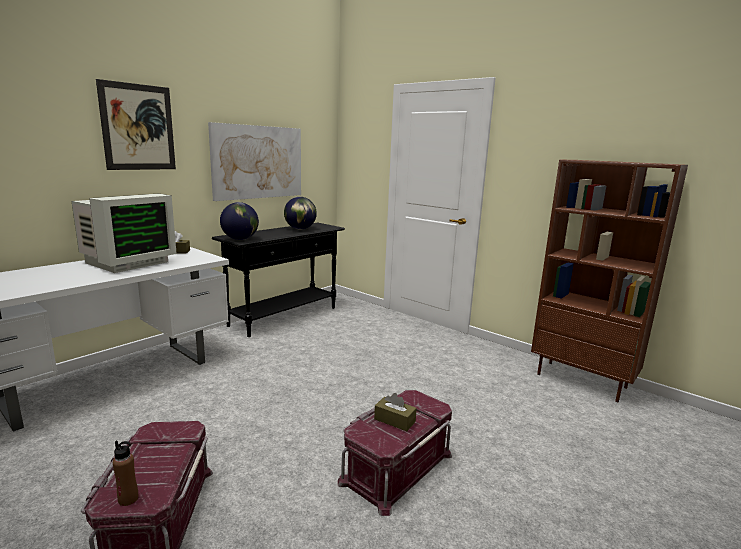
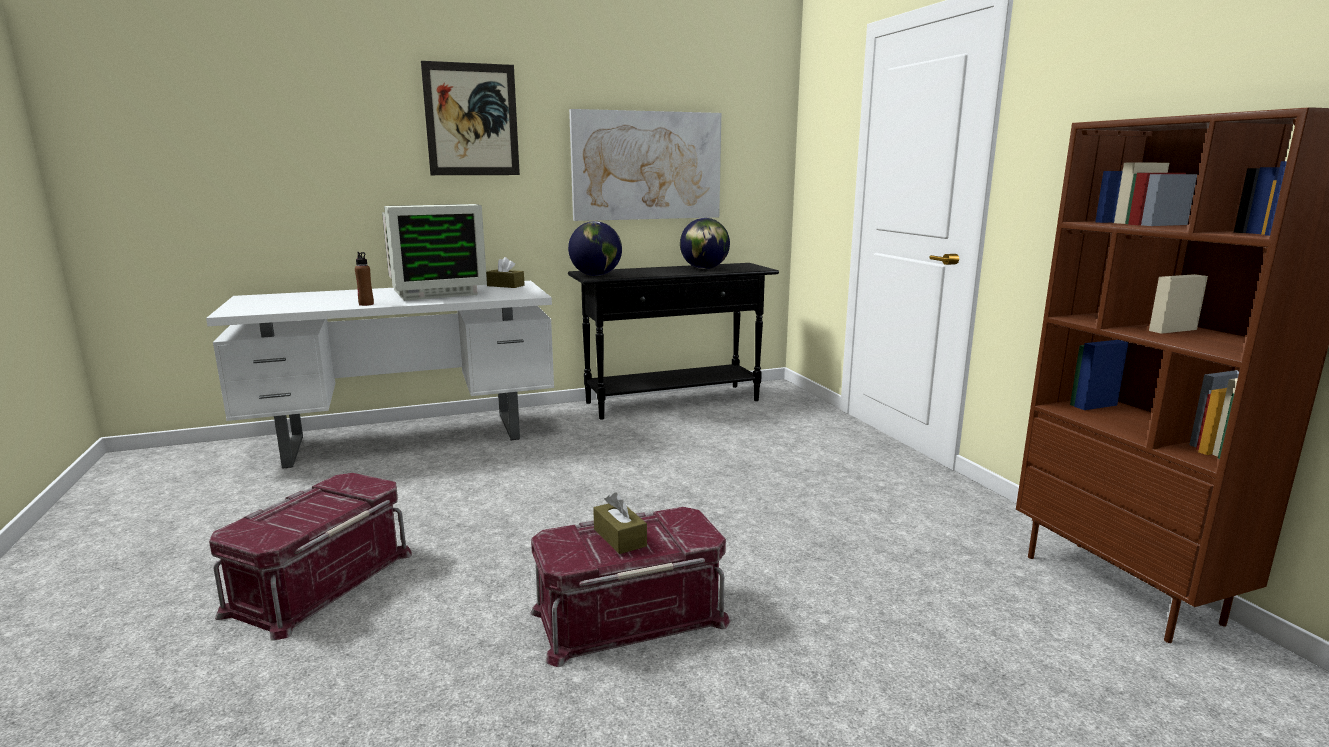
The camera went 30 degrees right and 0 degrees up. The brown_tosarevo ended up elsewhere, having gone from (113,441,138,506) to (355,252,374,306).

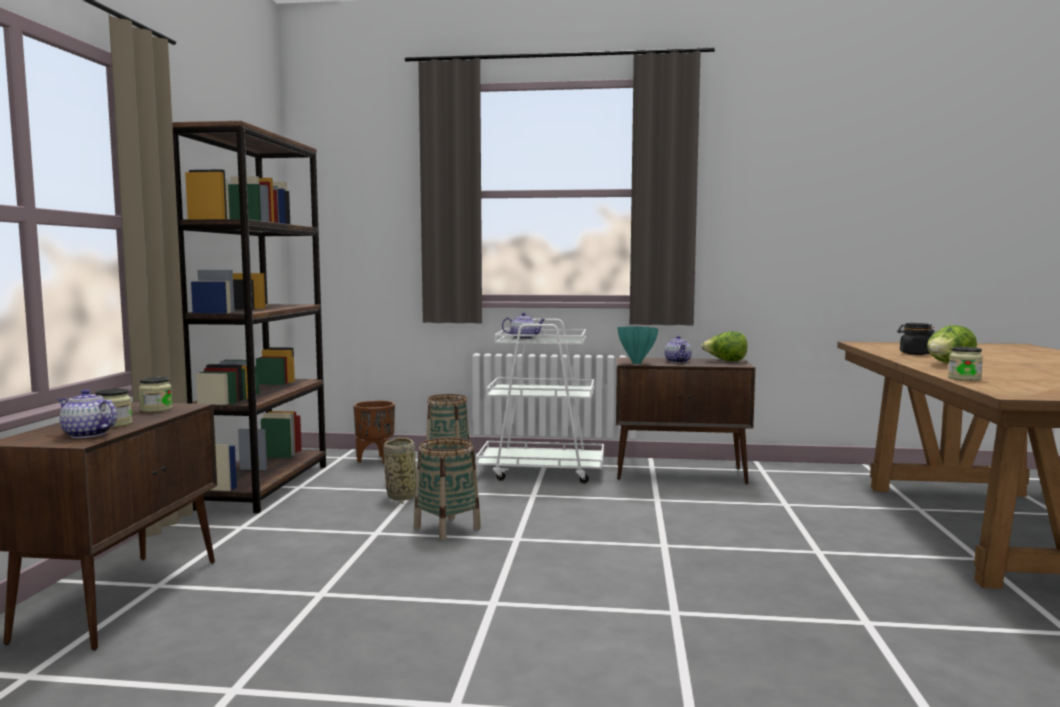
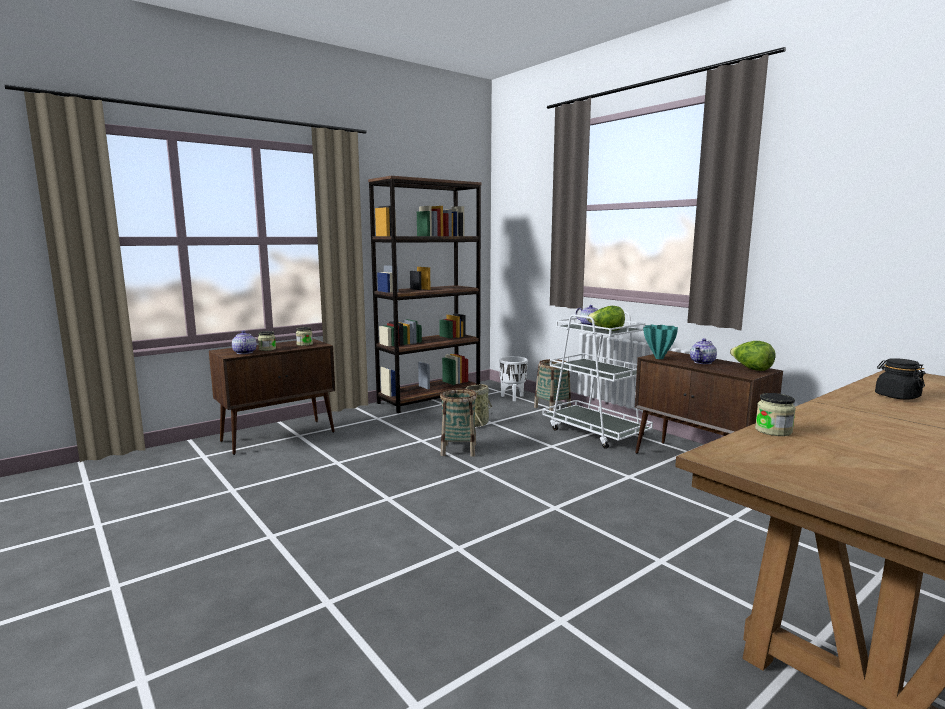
The camera went 45 degrees right and 5 degrees up. What was the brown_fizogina at (353,400,395,463) turned into the white_fizogina at (499,356,528,401). The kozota ended up elsewhere, having gone from (927,325,977,363) to (587,306,625,331).

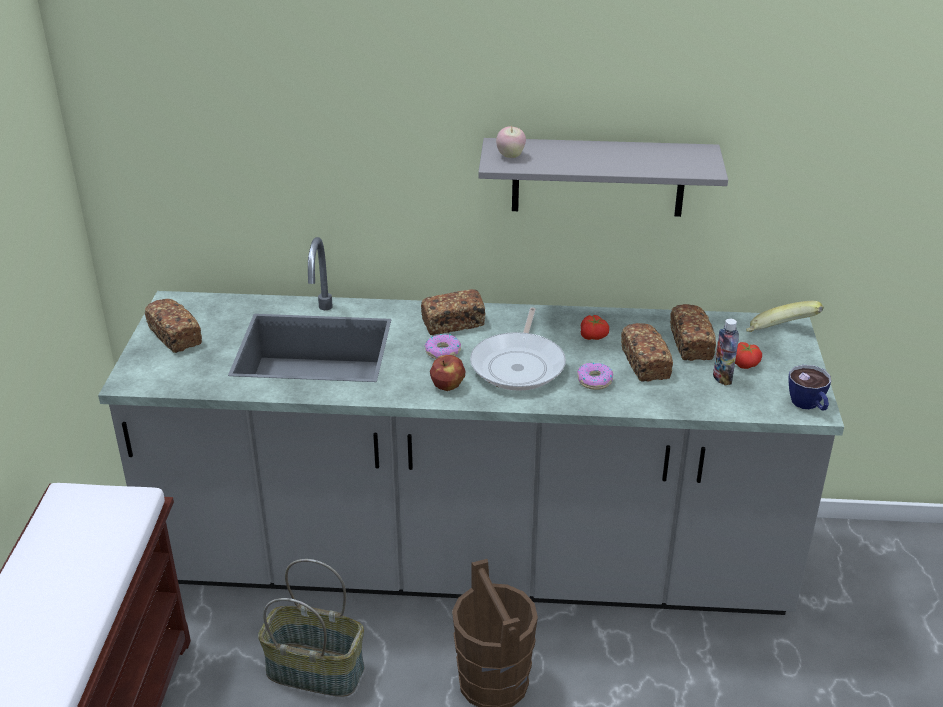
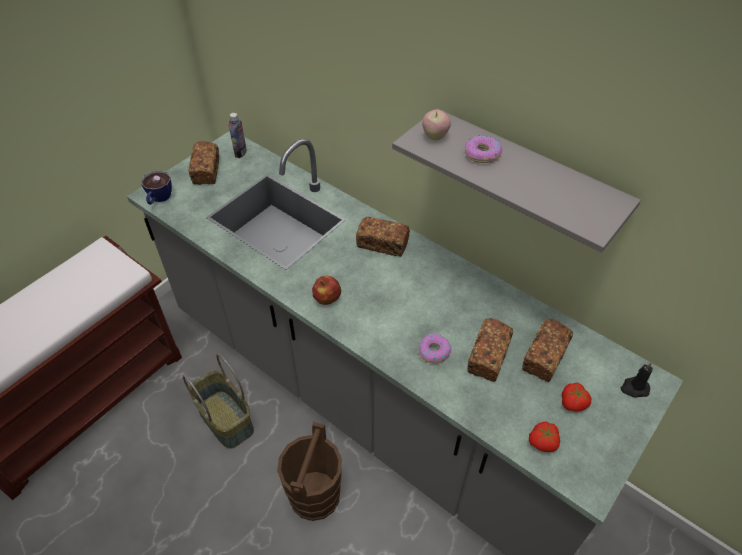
The camera went 35 degrees right and 15 degrees up. The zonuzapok ended up elsewhere, having gone from (425,334,461,359) to (465,135,502,163). The second view lost the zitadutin at (470,307,566,391). The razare ended up elsewhere, having gone from (581,315,609,340) to (529,422,560,452). The tosarevo ended up elsewhere, having gone from (713,319,739,386) to (229,113,247,158). Where the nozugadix stood at (746,301,823,332), the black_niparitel came to stand at (621,363,653,398). The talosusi ended up elsewhere, having gone from (789,365,831,411) to (141,170,172,205).

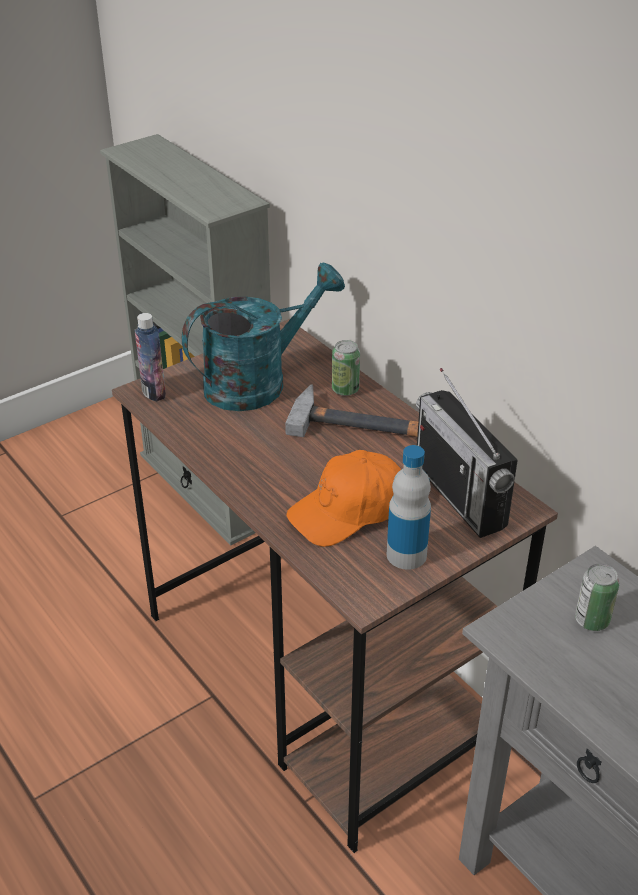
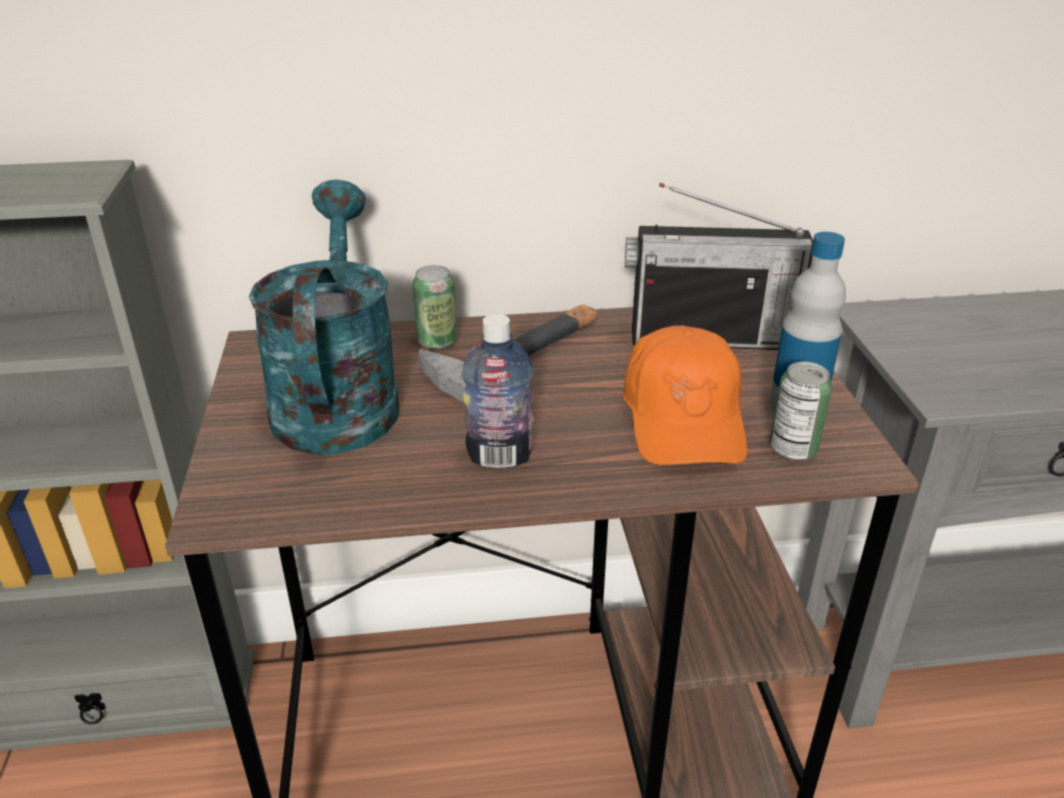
The camera went 60 degrees left and 5 degrees down. The tosarevo ended up elsewhere, having gone from (134,313,166,401) to (462,314,534,468). The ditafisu ended up elsewhere, having gone from (575,564,619,631) to (770,362,832,460).

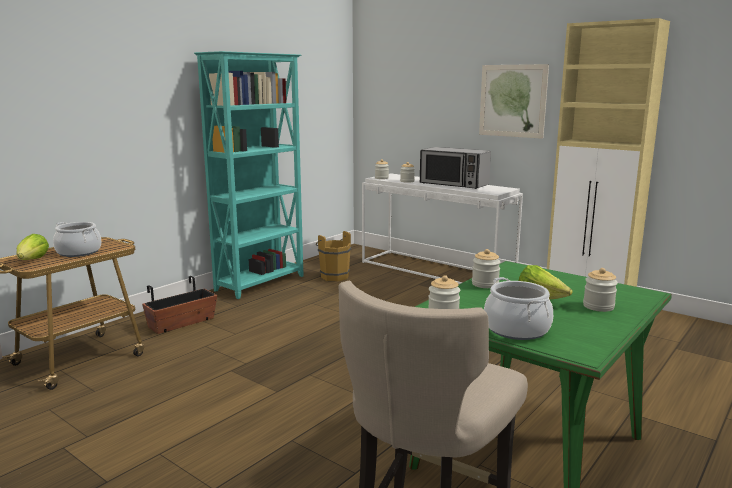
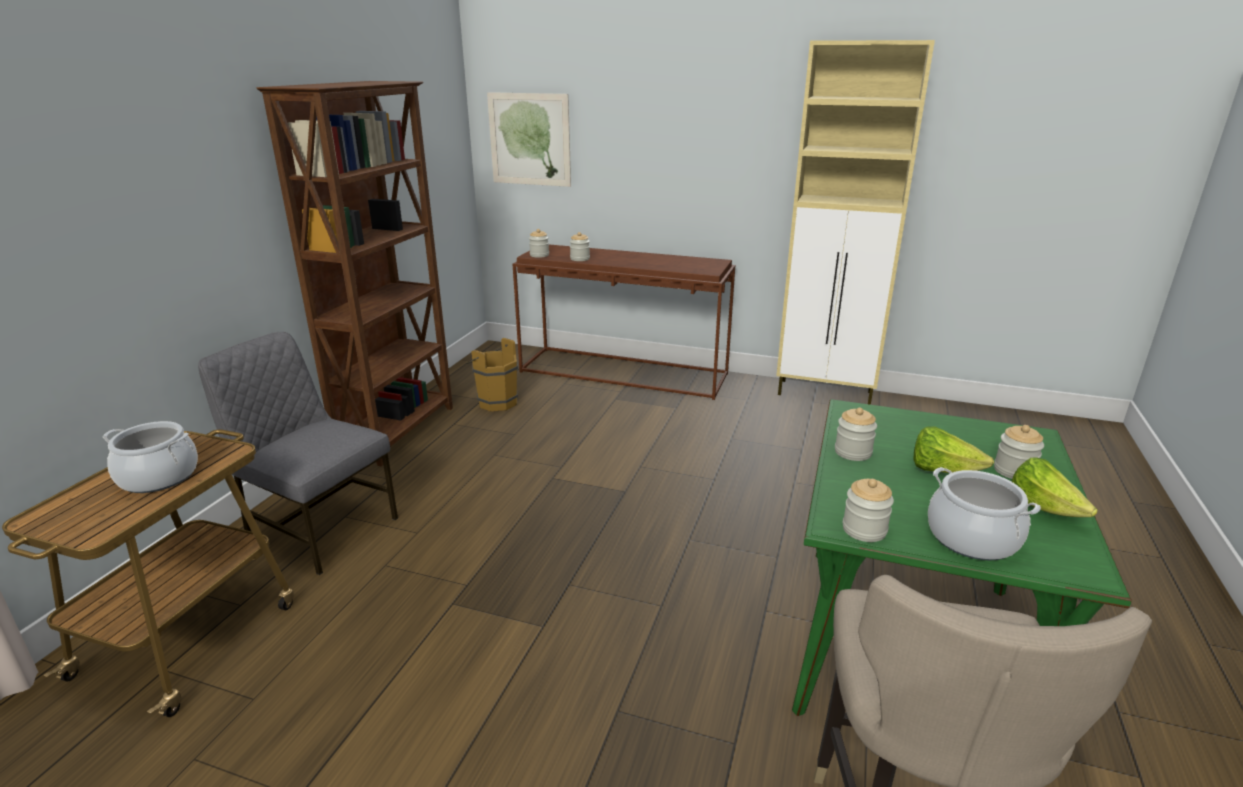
The camera went 20 degrees left and 10 degrees up. The kozota ended up elsewhere, having gone from (16,234,49,260) to (1011,457,1098,517). Where the fizogina stood at (142,276,217,334), the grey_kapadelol came to stand at (198,332,398,575). What was the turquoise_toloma at (194,51,304,299) turned into the brown_toloma at (257,81,453,466). What was the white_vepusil at (362,173,523,284) turned into the brown_vepusil at (513,245,735,400). The second view lost the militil at (420,147,491,189). The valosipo ended up elsewhere, having gone from (479,64,549,139) to (487,92,571,187).

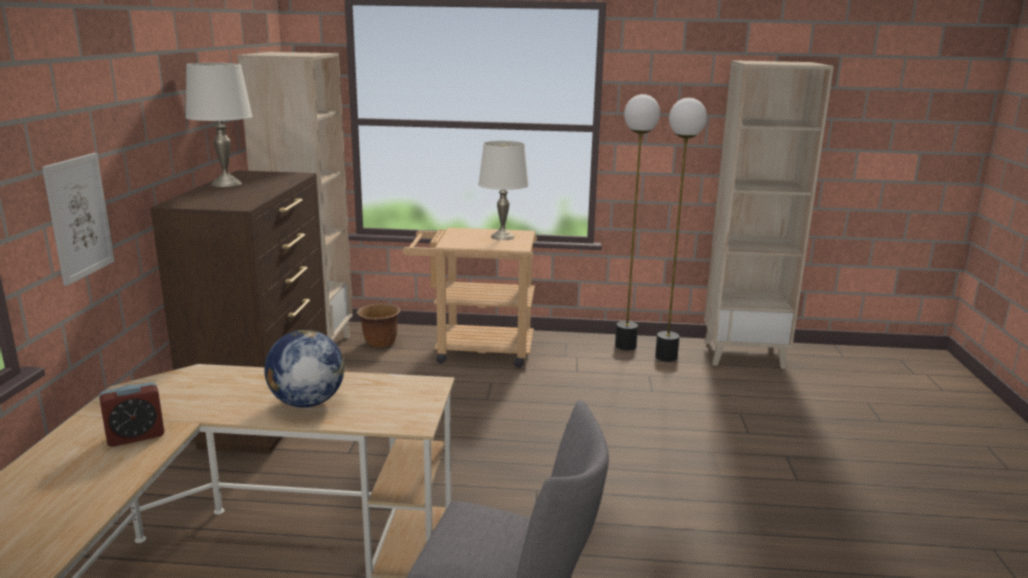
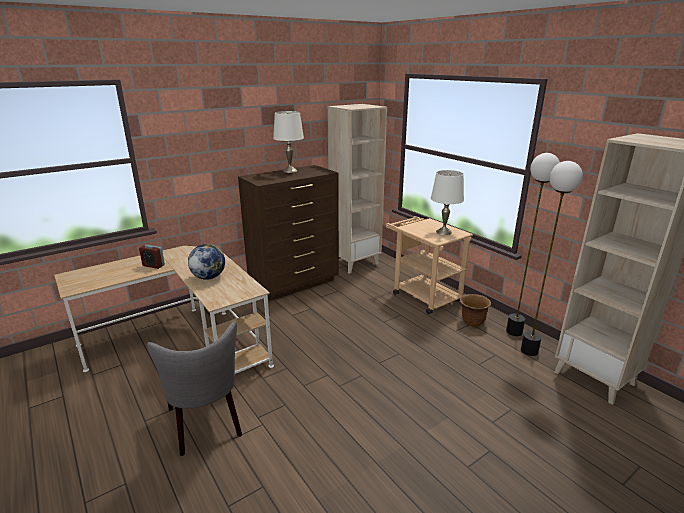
The camera went 50 degrees right and 5 degrees up. The second view lost the valosipo at (42,153,114,286). The brown_fizogina ended up elsewhere, having gone from (357,303,401,348) to (460,294,491,327).

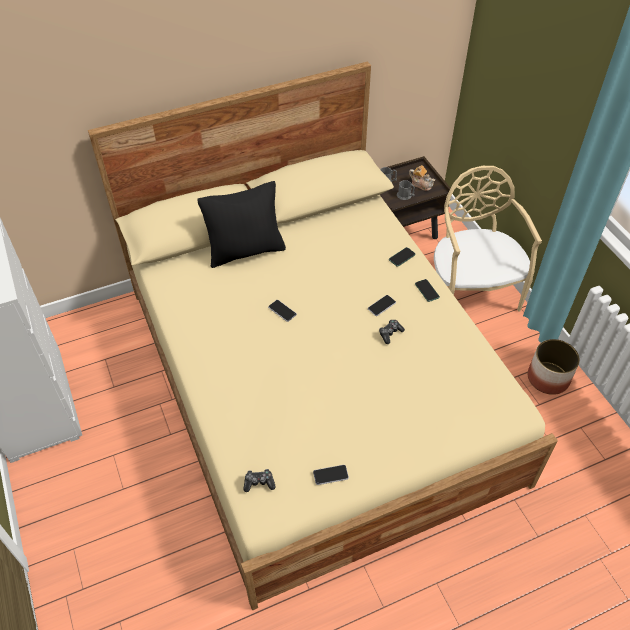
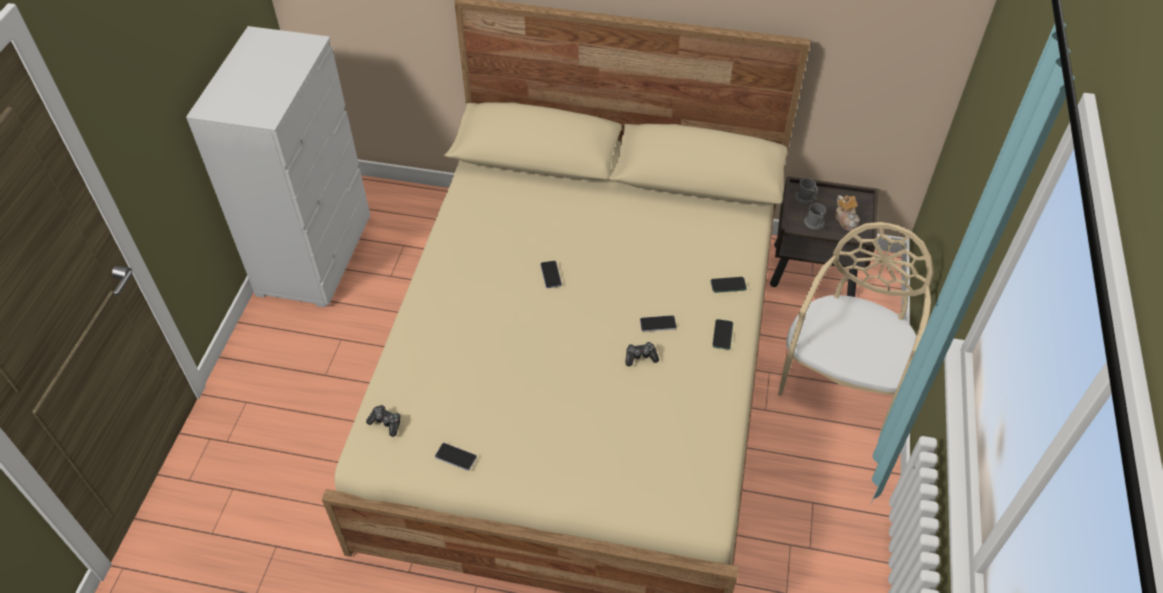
The camera went 35 degrees right and 0 degrees up. The second view lost the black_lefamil at (197,181,286,268). The second view lost the fizogina at (528,339,580,395).

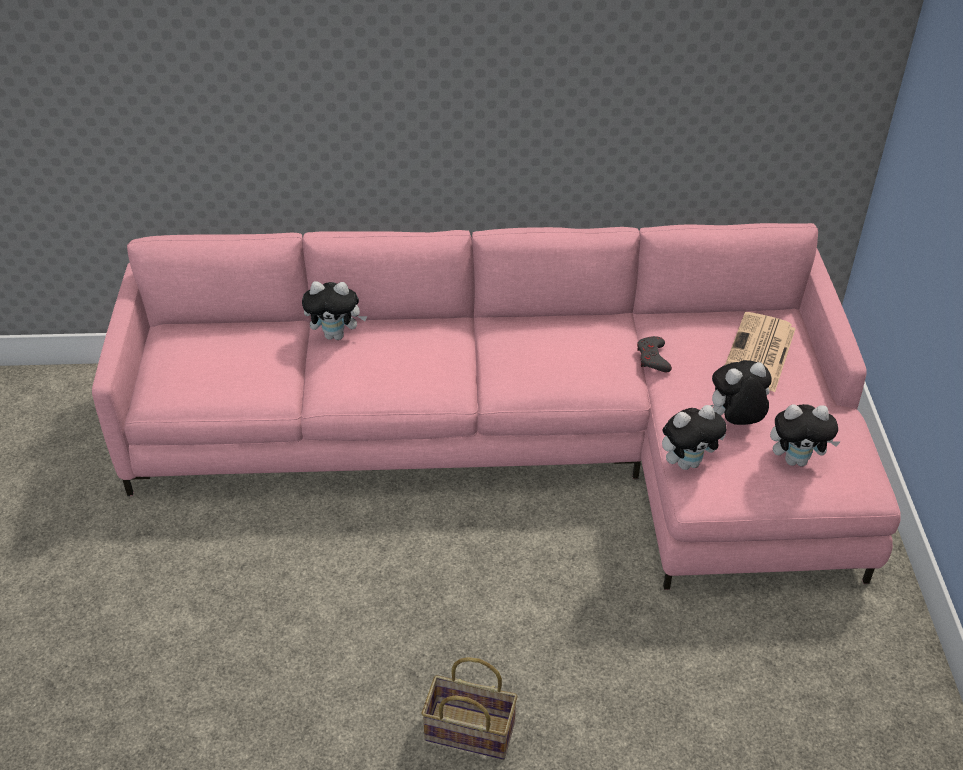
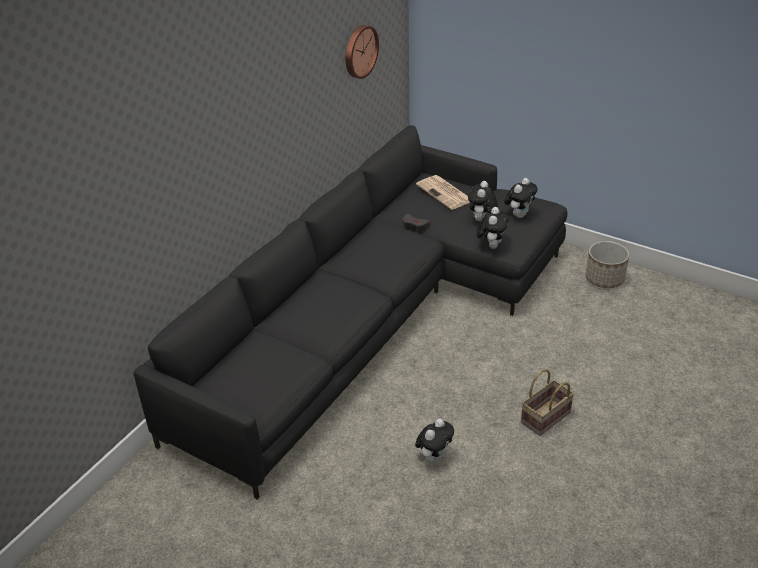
The camera went 55 degrees left and 5 degrees down. What was the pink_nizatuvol at (92,223,901,590) turned into the black_nizatuvol at (134,125,567,500). The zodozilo ended up elsewhere, having gone from (302,281,367,340) to (415,418,454,463). The second view gained the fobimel at (346,25,379,79). The second view gained the fizogina at (586,241,629,288).

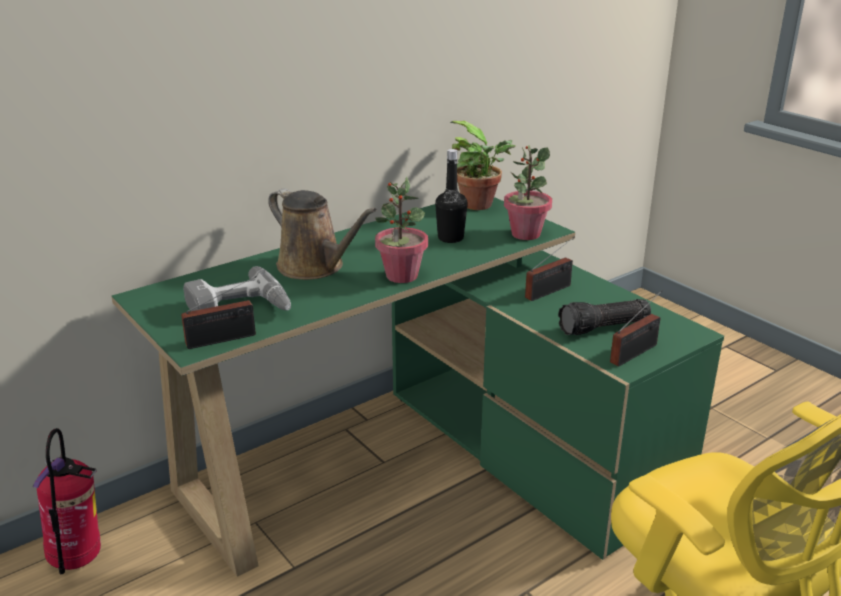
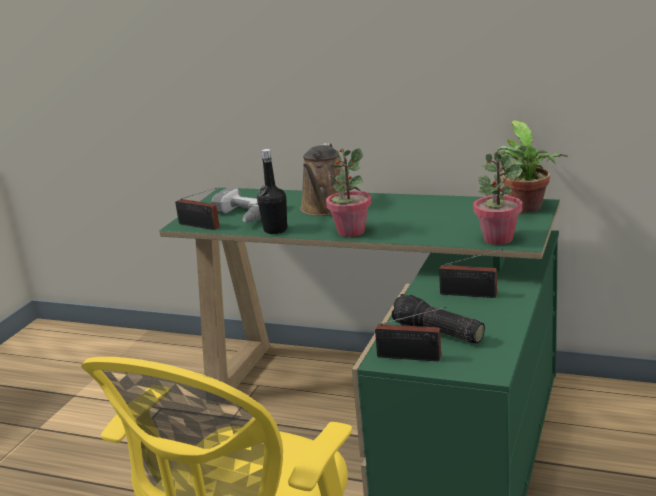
The camera went 60 degrees right and 5 degrees down. The second view lost the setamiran at (33,428,101,574). The black_tosarevo ended up elsewhere, having gone from (435,149,468,243) to (257,149,287,234).

